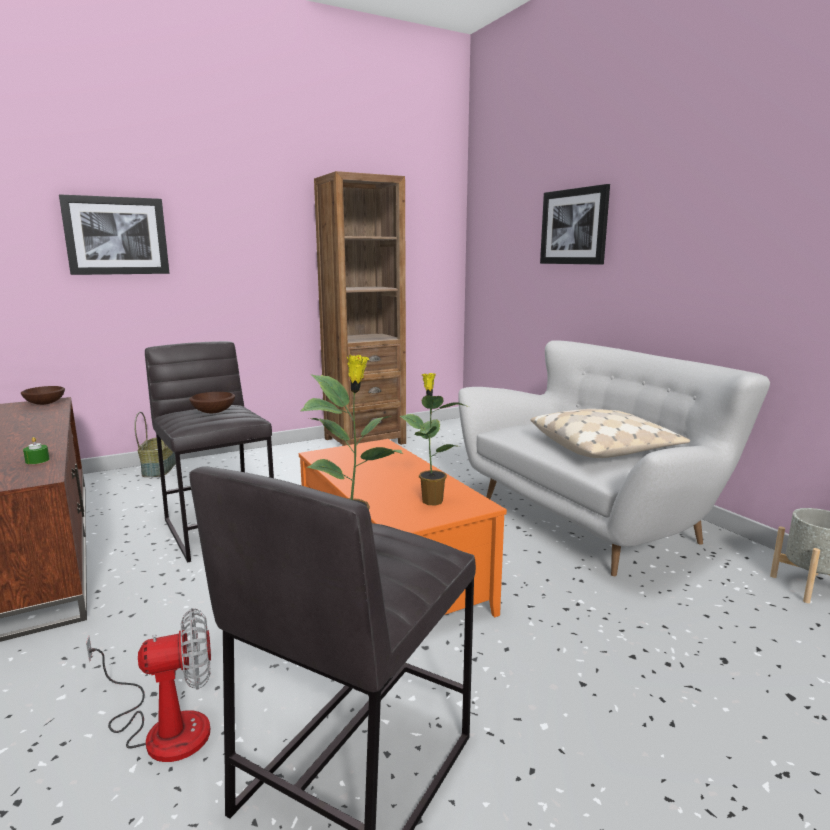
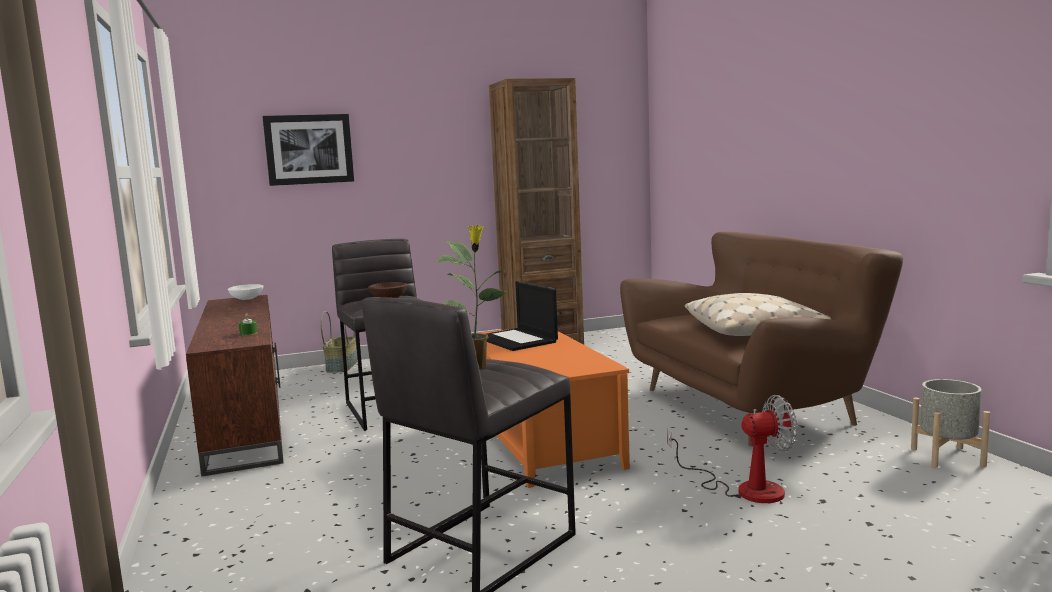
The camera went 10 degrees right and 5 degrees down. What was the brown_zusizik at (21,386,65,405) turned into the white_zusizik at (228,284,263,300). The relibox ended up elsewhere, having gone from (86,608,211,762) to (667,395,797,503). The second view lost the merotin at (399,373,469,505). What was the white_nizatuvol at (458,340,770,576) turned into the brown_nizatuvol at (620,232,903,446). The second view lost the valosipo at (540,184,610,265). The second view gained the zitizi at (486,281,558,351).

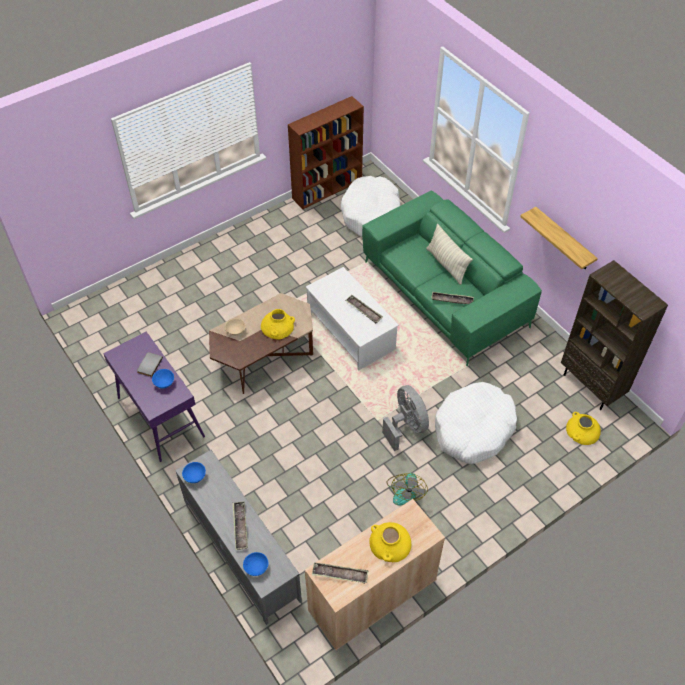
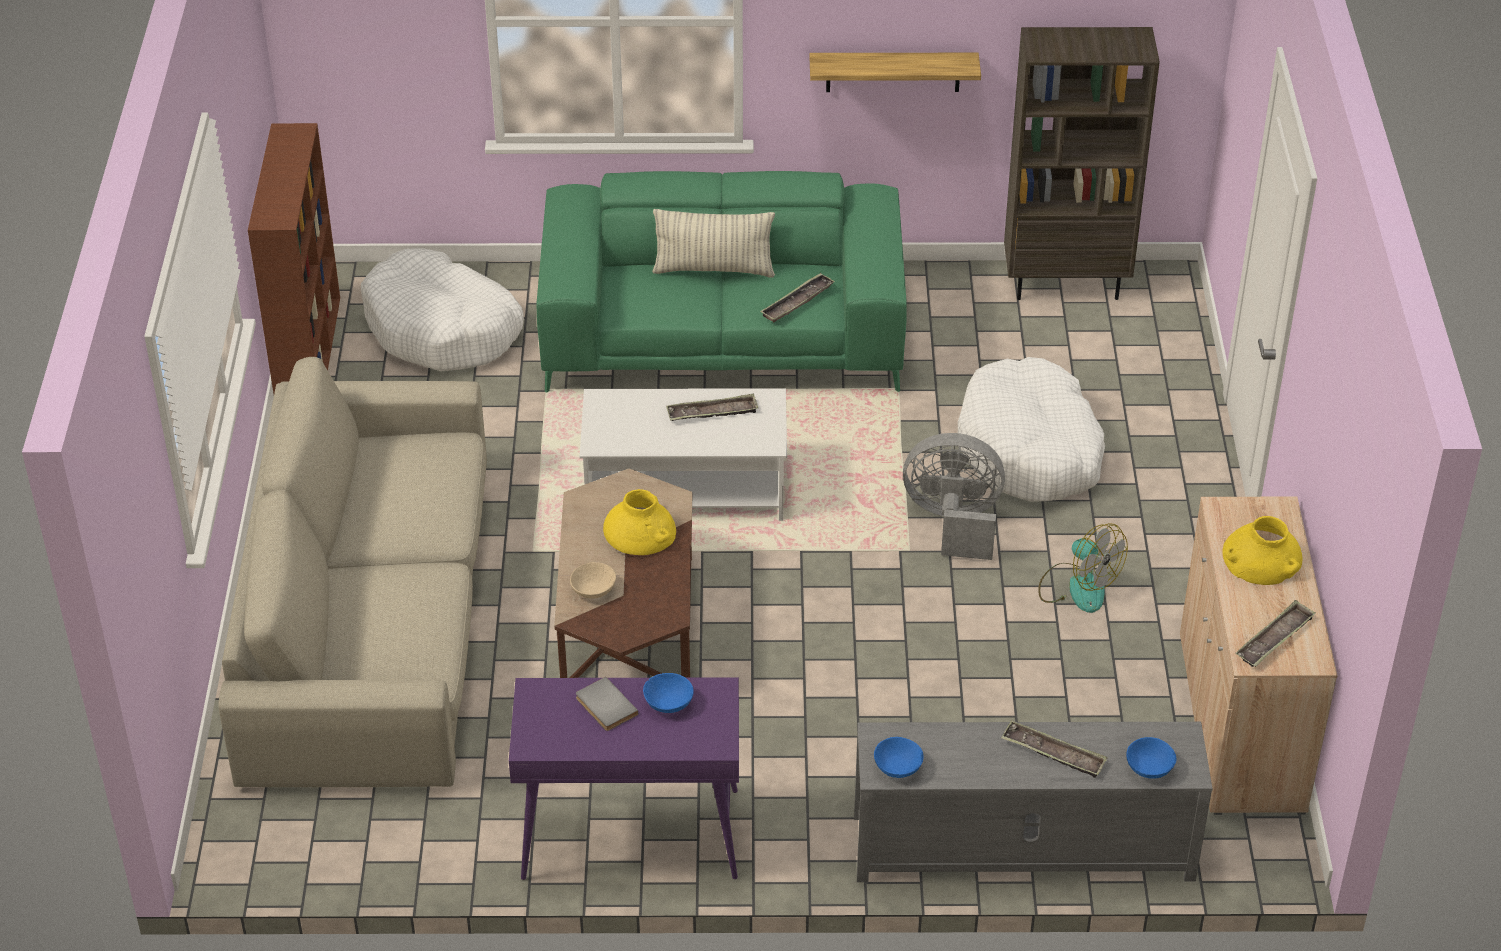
The camera went 55 degrees left and 10 degrees down. The second view lost the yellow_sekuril at (566,412,601,445). The second view gained the beige_nizatuvol at (218,357,487,787).

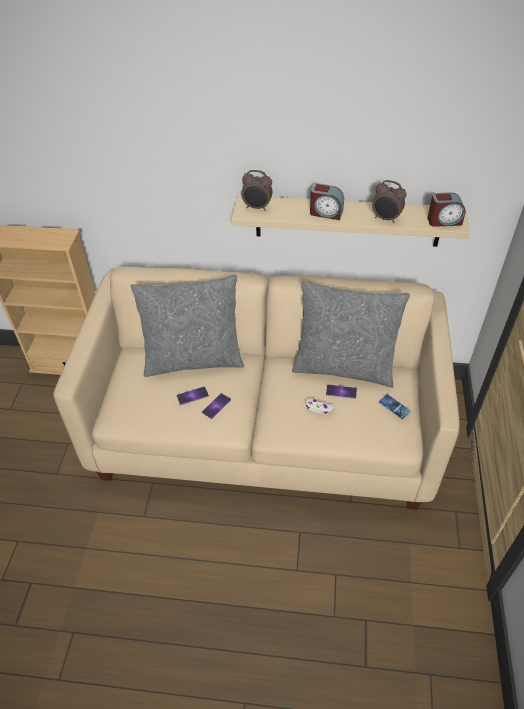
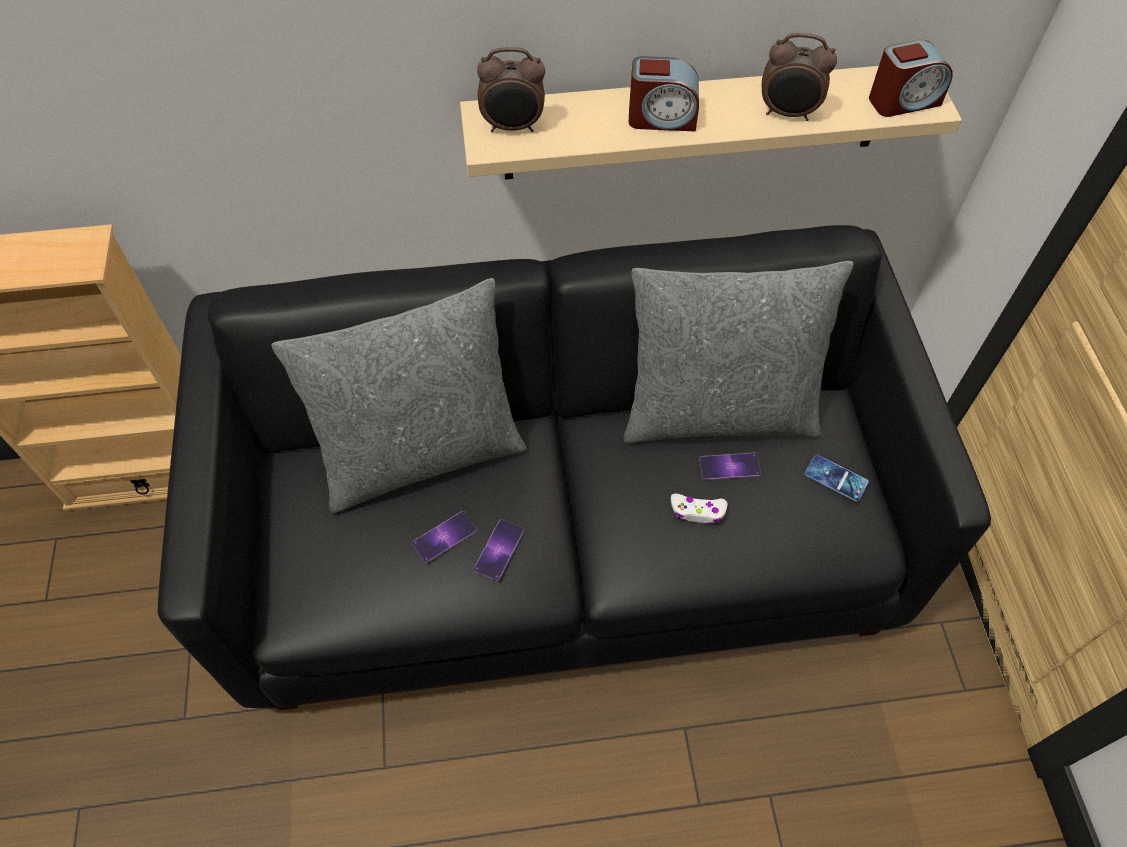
The camera went 15 degrees left and 10 degrees up. What was the beige_nizatuvol at (53,267,460,510) turned into the black_nizatuvol at (158,225,991,710).

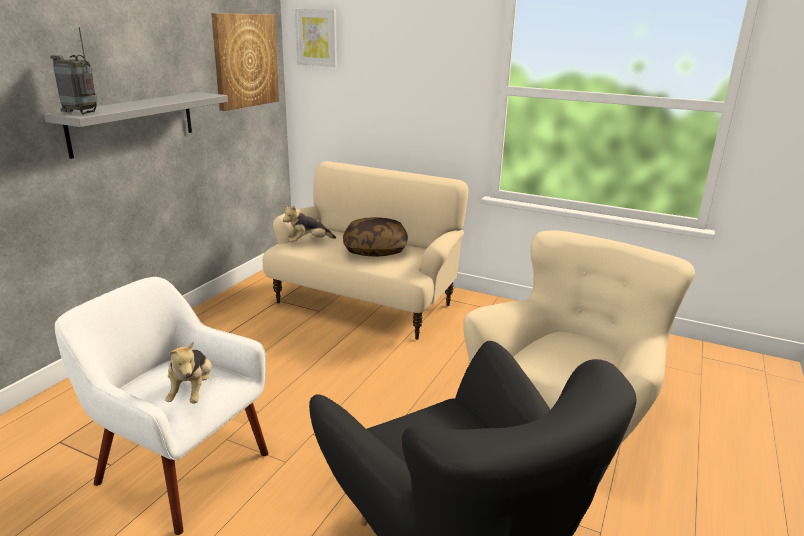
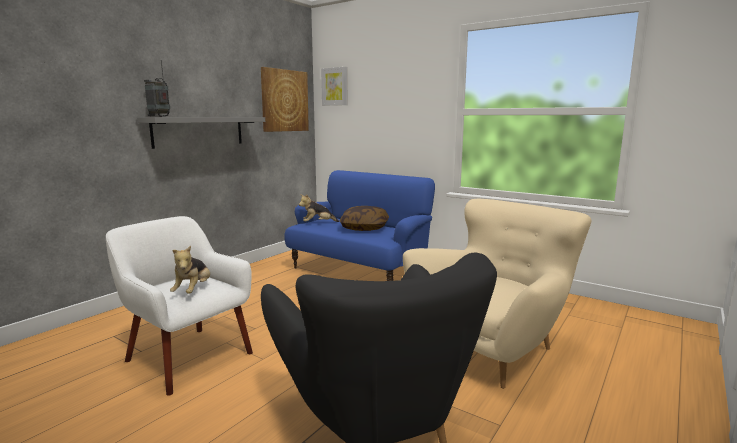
The camera went 10 degrees right and 10 degrees down. What was the beige_nizatuvol at (262,161,468,340) turned into the blue_nizatuvol at (284,170,435,281).

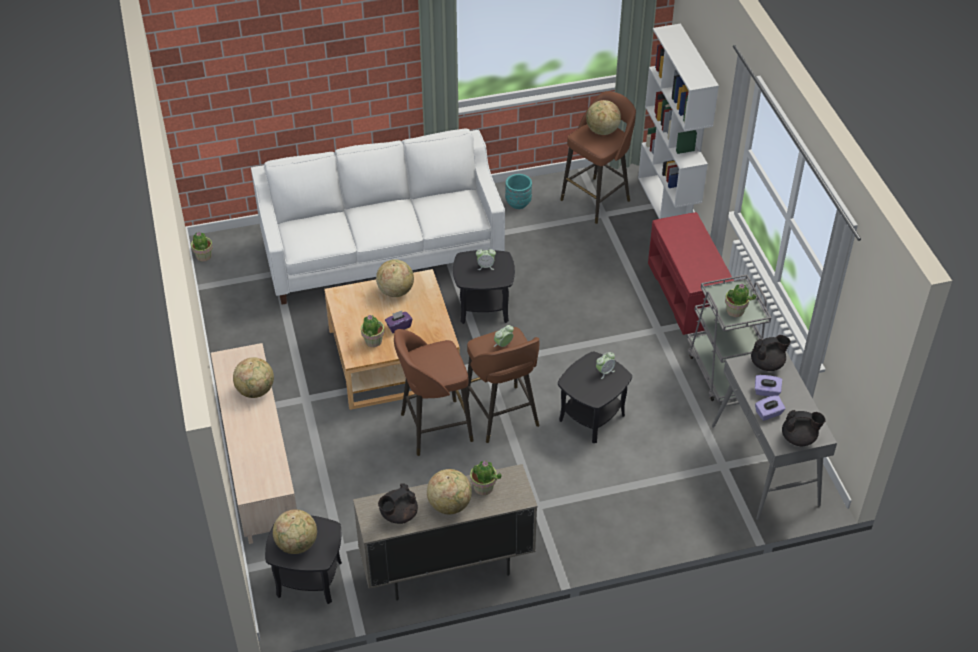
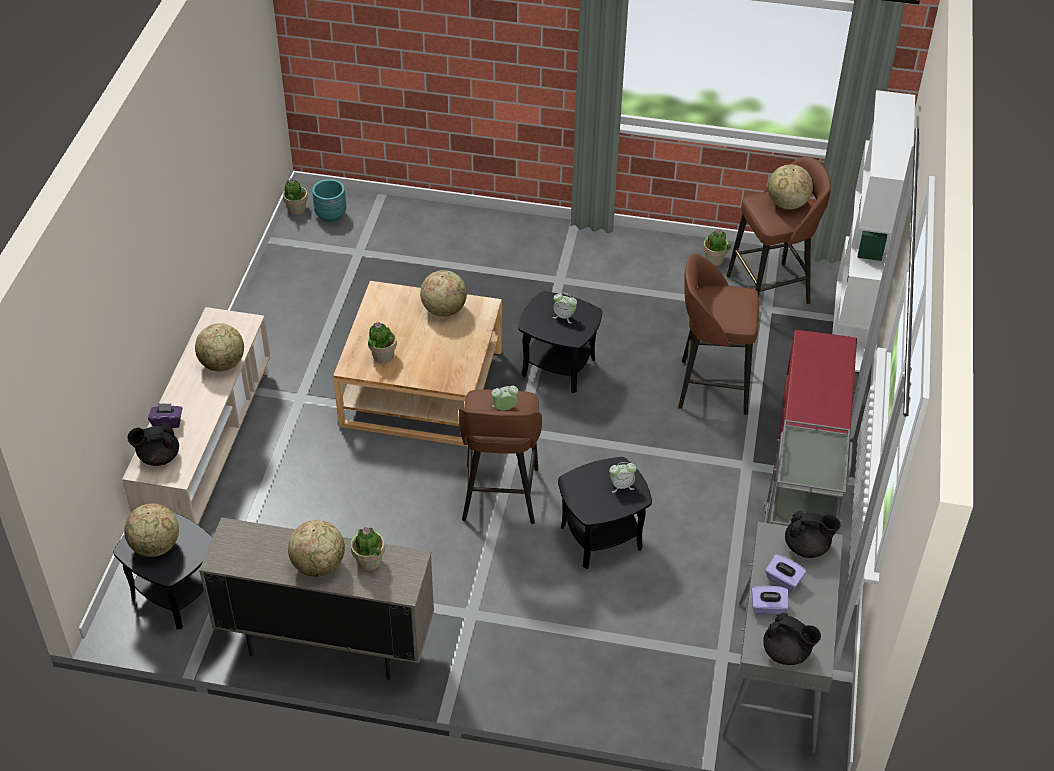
The camera went 25 degrees right and 0 degrees up. The second view lost the white_nizatuvol at (251,128,505,304). The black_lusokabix ended up elsewhere, having gone from (378,483,418,524) to (127,423,179,466). The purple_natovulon ended up elsewhere, having gone from (385,311,412,333) to (148,403,182,428). The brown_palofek ended up elsewhere, having gone from (394,329,474,456) to (678,254,759,415). The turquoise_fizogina ended up elsewhere, having gone from (505,174,532,209) to (312,179,346,222). The merotin ended up elsewhere, having gone from (725,284,756,317) to (703,229,731,266).

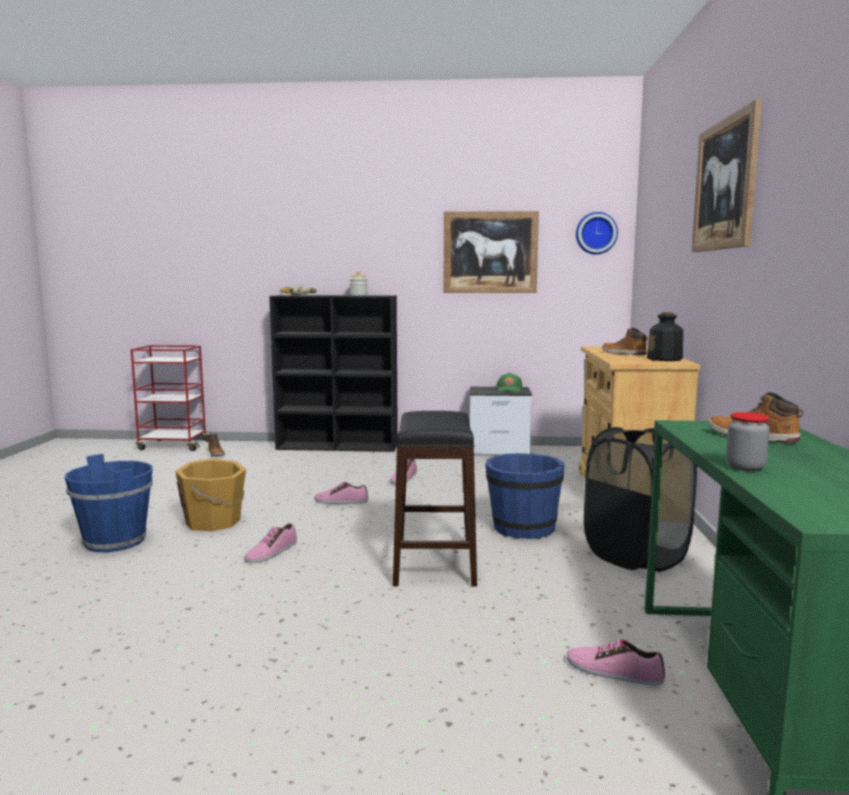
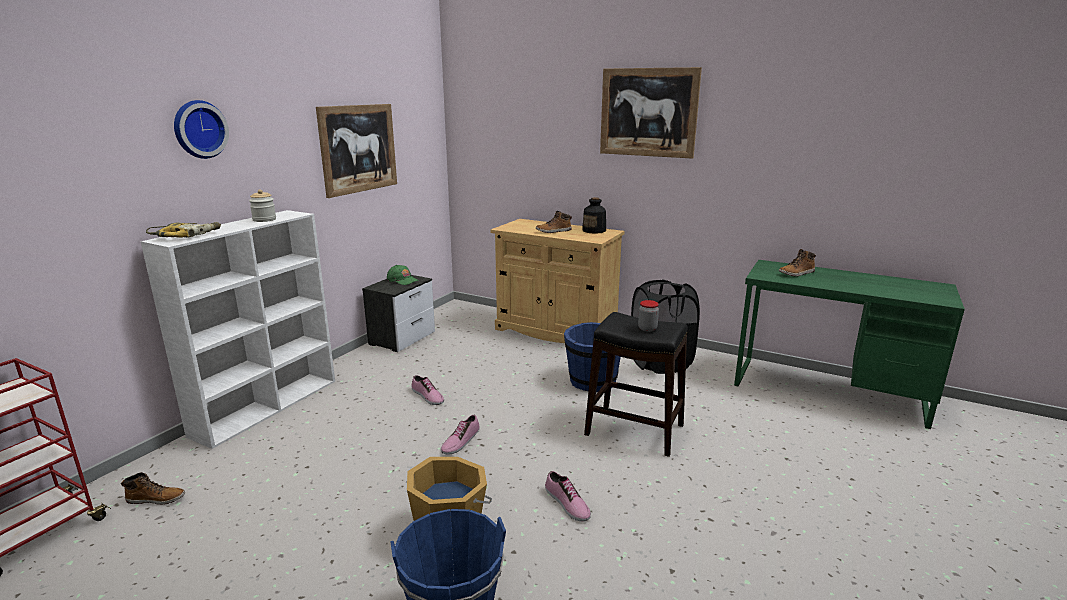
The camera went 65 degrees left and 10 degrees up. What was the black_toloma at (269,295,398,452) turned into the white_toloma at (140,210,335,449). The second view lost the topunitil at (567,639,665,686). The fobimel ended up elsewhere, having gone from (576,212,618,255) to (174,100,229,159). The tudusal ended up elsewhere, having gone from (726,412,770,472) to (638,300,659,332).

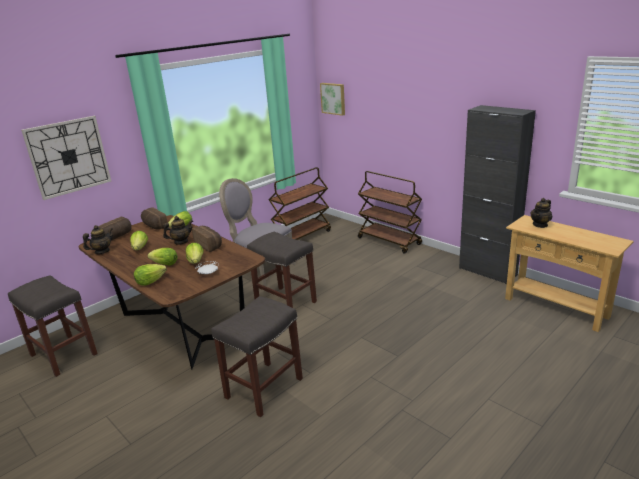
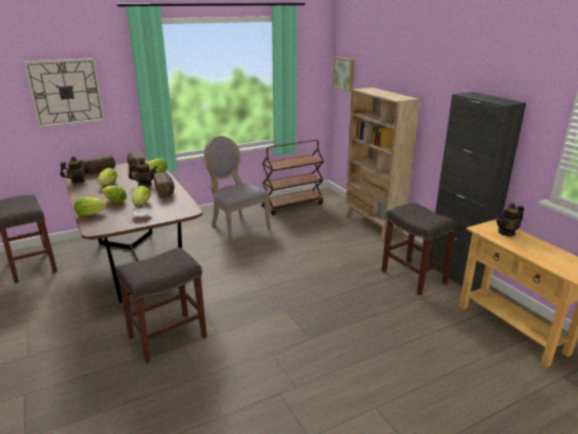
The camera went 15 degrees right and 0 degrees up. The grey_palofek ended up elsewhere, having gone from (247,232,317,308) to (382,202,458,295). Where the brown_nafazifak stood at (358,171,422,254), the beige_toloma came to stand at (345,87,420,240).

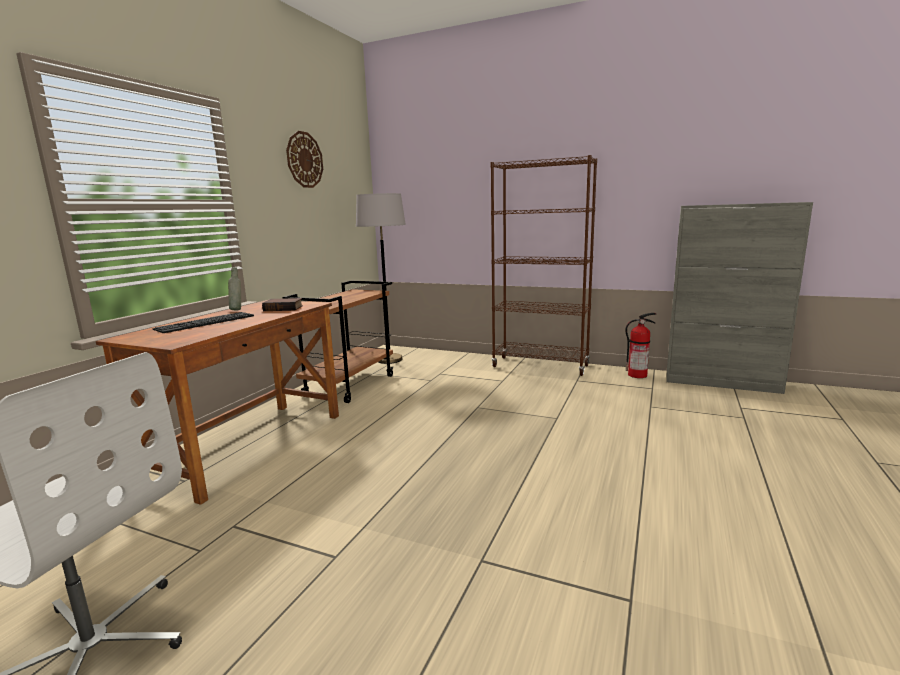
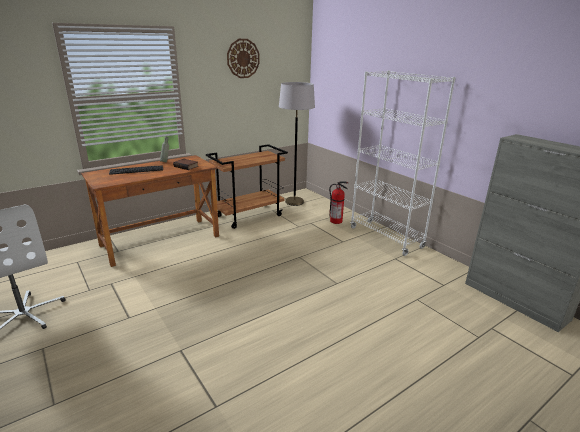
The camera went 30 degrees right and 10 degrees up. What was the brown_toloma at (491,155,597,376) turned into the white_toloma at (350,70,456,256). The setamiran ended up elsewhere, having gone from (625,313,656,378) to (329,181,348,224).

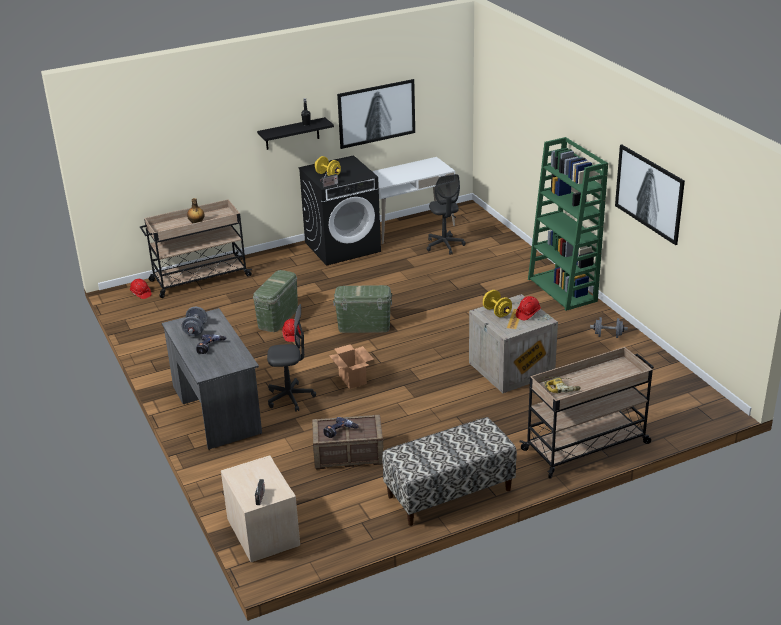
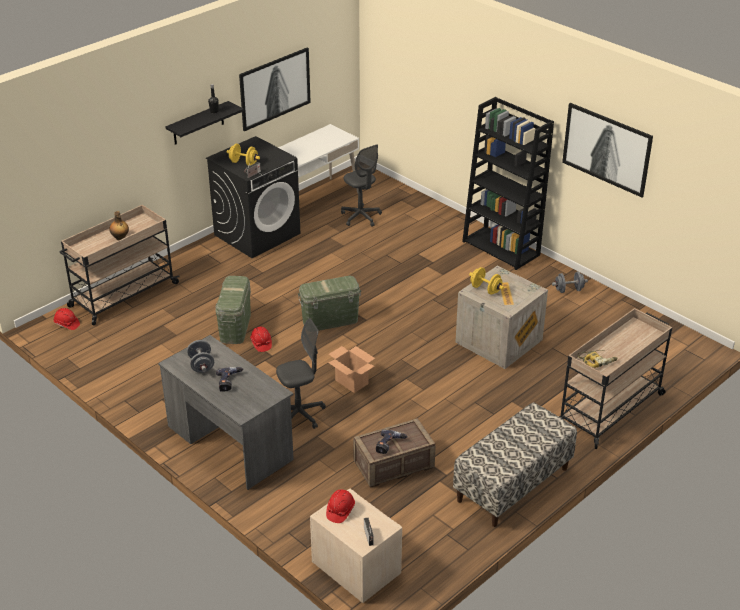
The camera went 20 degrees left and 5 degrees up. The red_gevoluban ended up elsewhere, having gone from (516,296,541,320) to (326,489,355,523). What was the green_toloma at (528,137,608,311) turned into the black_toloma at (462,97,554,270).

